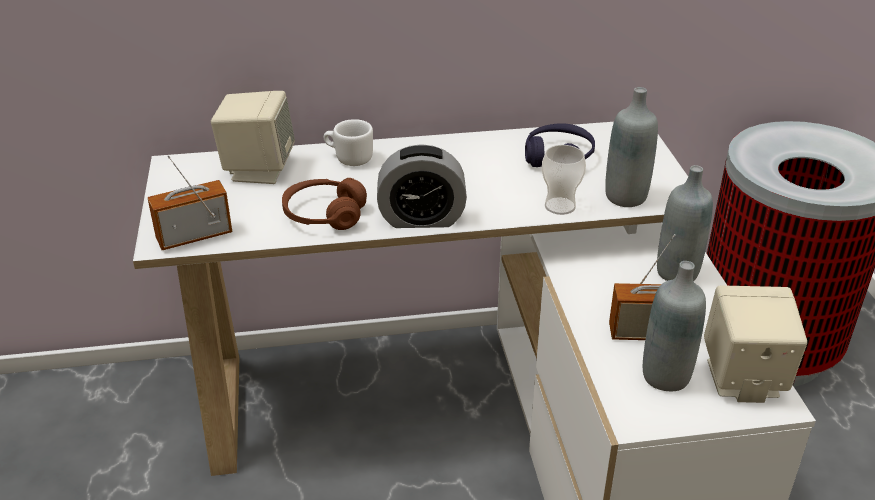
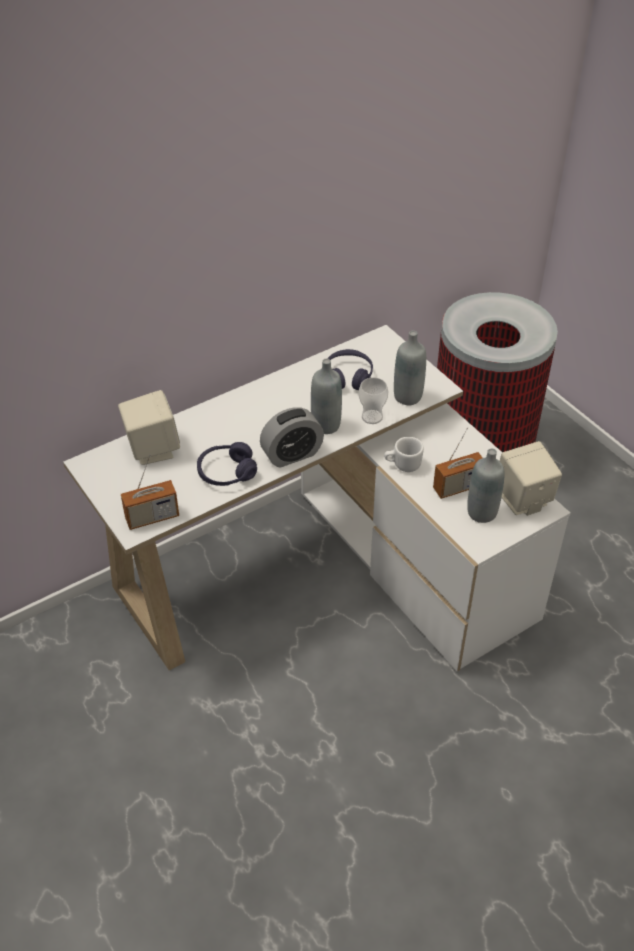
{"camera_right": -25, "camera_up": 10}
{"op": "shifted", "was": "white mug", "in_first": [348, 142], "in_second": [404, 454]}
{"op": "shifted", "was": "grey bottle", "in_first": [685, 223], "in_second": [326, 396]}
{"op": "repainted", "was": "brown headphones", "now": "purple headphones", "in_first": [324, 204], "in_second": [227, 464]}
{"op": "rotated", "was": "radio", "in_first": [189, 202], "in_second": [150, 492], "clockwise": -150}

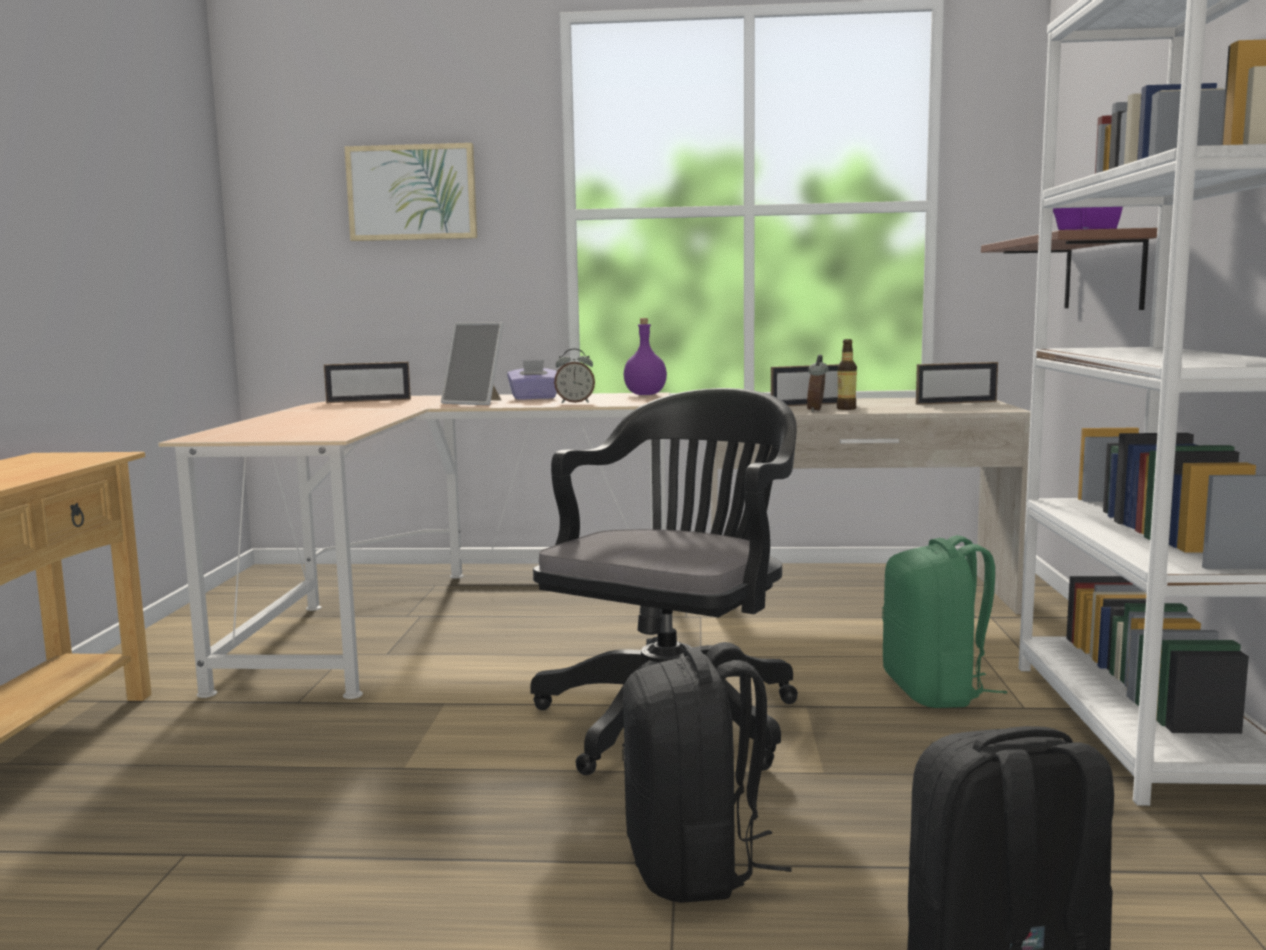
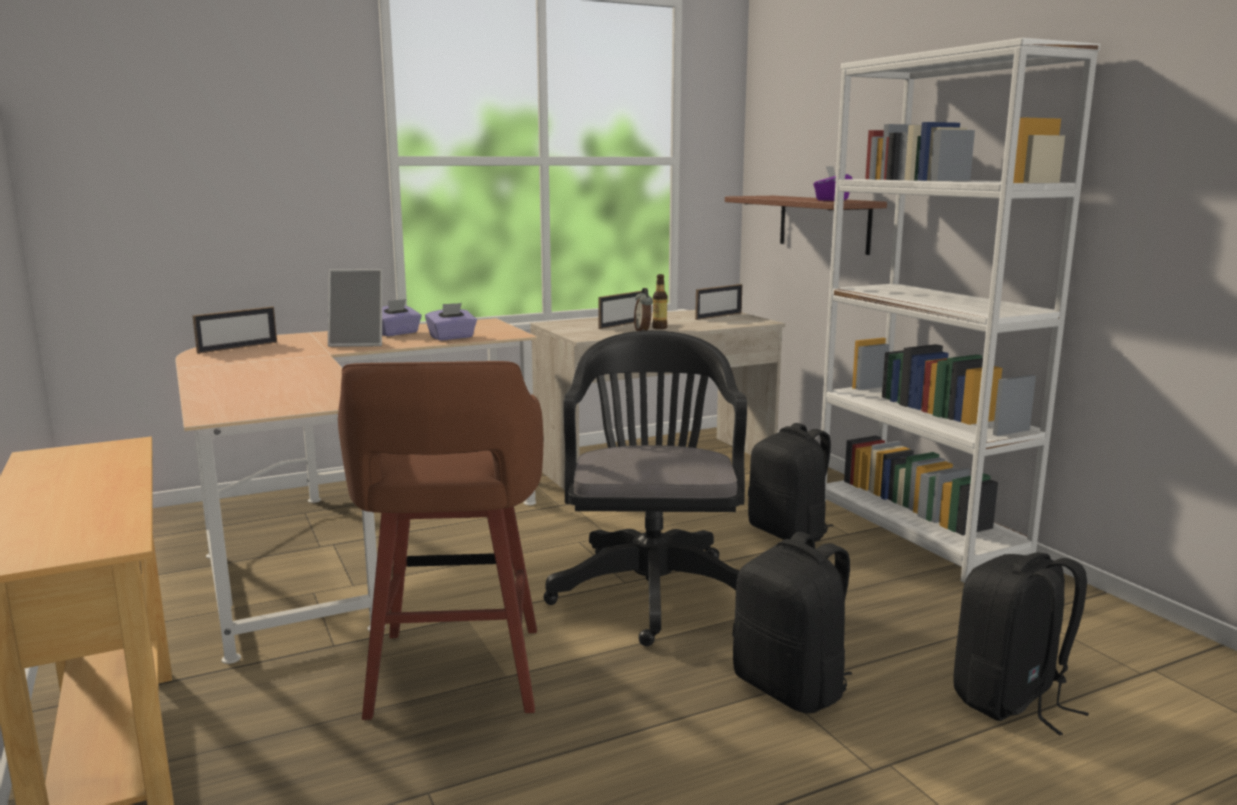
{"camera_right": -30, "camera_up": 5}
{"op": "gone", "was": "picture", "in_first": [410, 192]}
{"op": "gone", "was": "purple bottle", "in_first": [645, 356]}
{"op": "new", "now": "brown stool", "in_second": [441, 540]}
{"op": "swapped", "was": "alarm clock", "now": "purple tissue box", "in_first": [574, 375], "in_second": [451, 321]}
{"op": "repainted", "was": "green backpack", "now": "black backpack", "in_first": [944, 621], "in_second": [791, 482]}

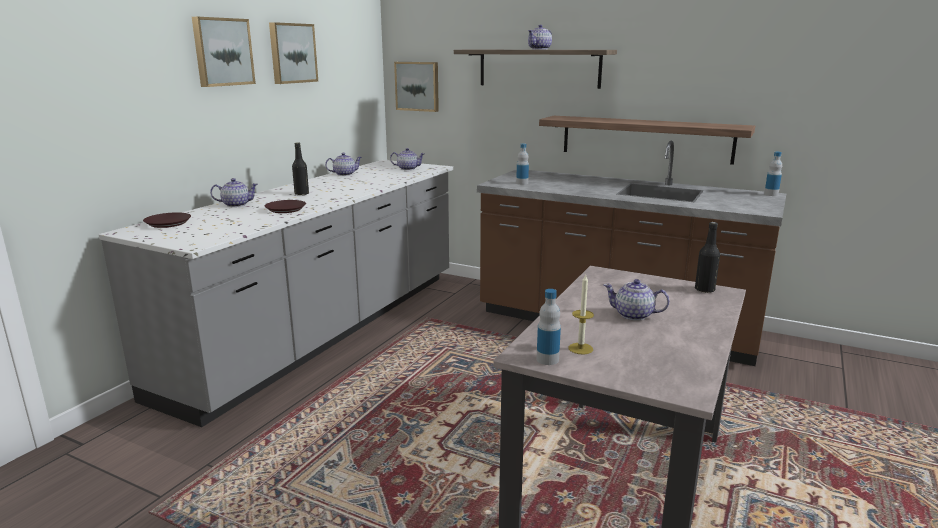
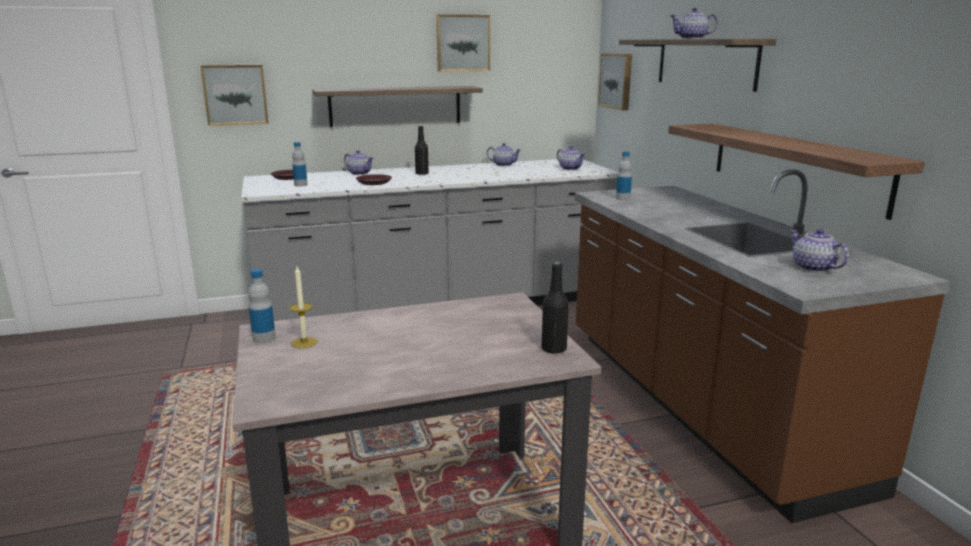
{"camera_right": 45, "camera_up": 0}
{"op": "new", "now": "shelf", "in_second": [397, 106]}
{"op": "shifted", "was": "picture", "in_first": [224, 52], "in_second": [234, 95]}
{"op": "shifted", "was": "teapot", "in_first": [637, 300], "in_second": [819, 250]}
{"op": "shifted", "was": "bottle", "in_first": [773, 174], "in_second": [300, 164]}

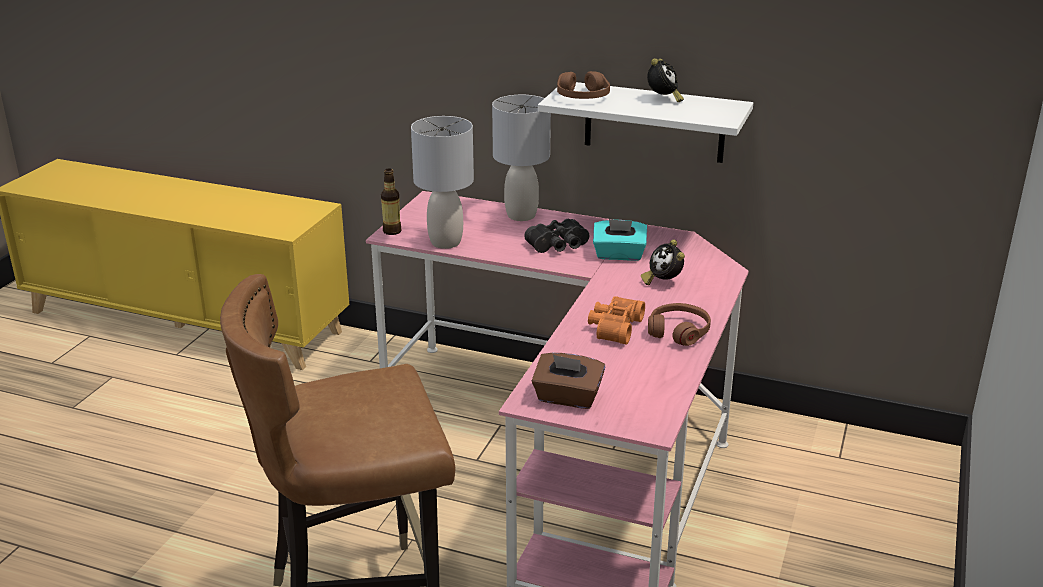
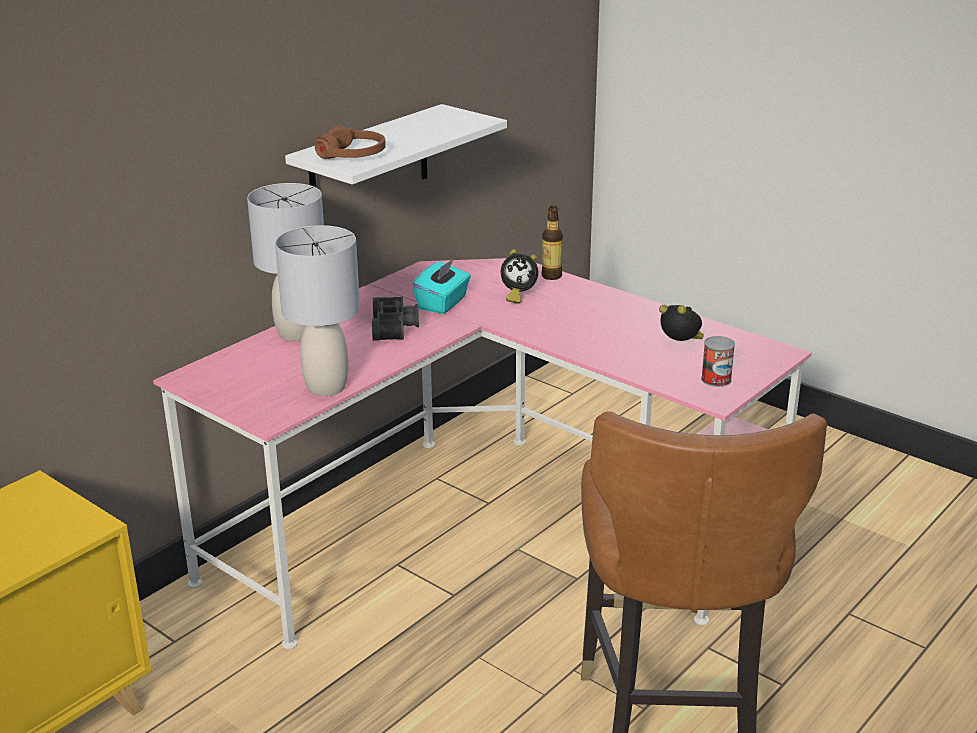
{"camera_right": -70, "camera_up": 0}
{"op": "gone", "was": "orange binoculars", "in_first": [616, 320]}
{"op": "gone", "was": "brown headphones", "in_first": [679, 324]}
{"op": "shifted", "was": "bottle", "in_first": [391, 202], "in_second": [552, 243]}
{"op": "shifted", "was": "alarm clock", "in_first": [665, 80], "in_second": [681, 323]}
{"op": "swapped", "was": "brown tissue box", "now": "can", "in_first": [568, 381], "in_second": [718, 361]}

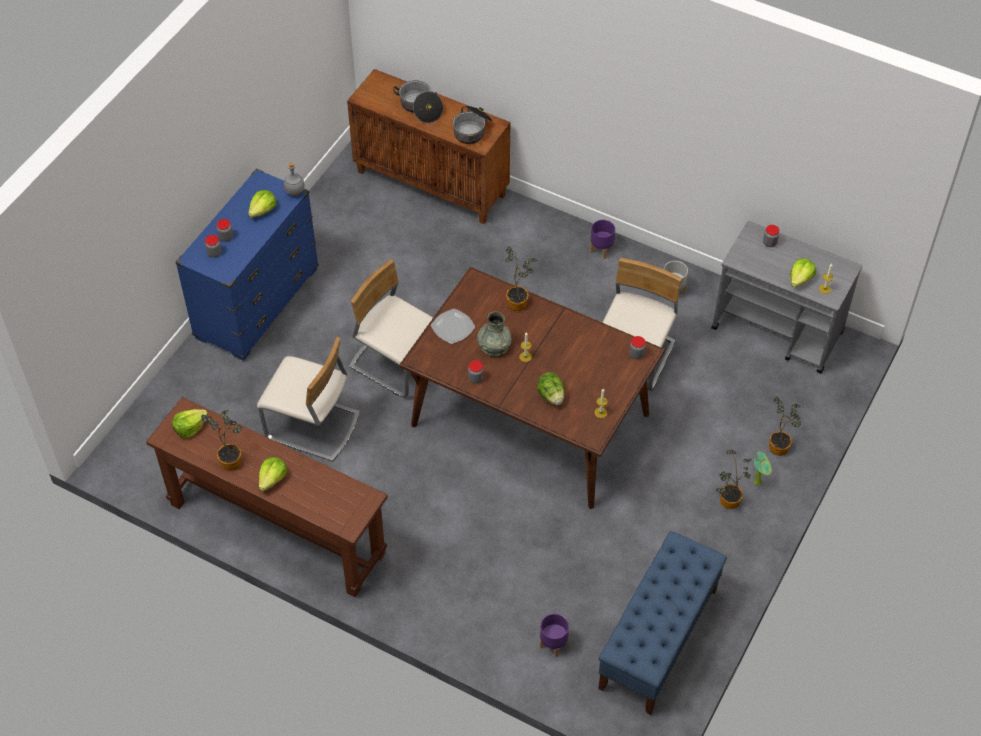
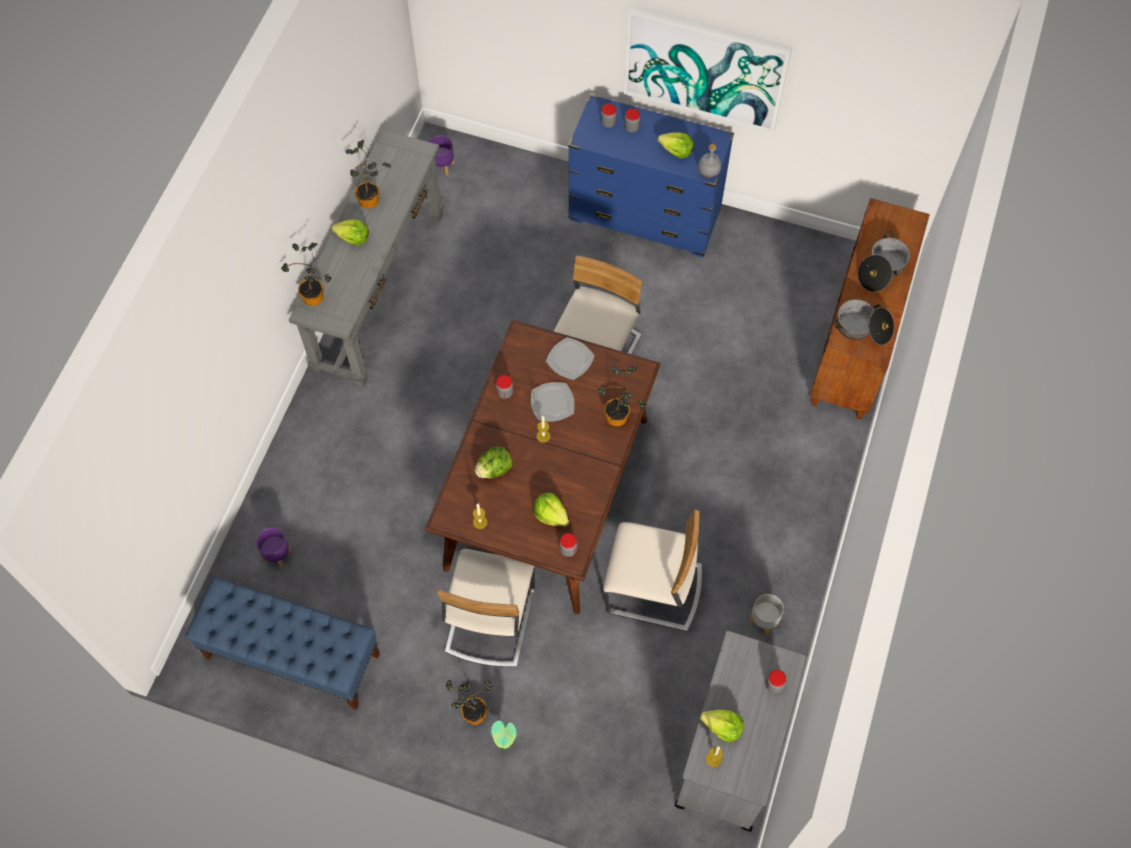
{"camera_right": 80, "camera_up": 10}
{"op": "new", "now": "picture", "in_second": [708, 69]}
{"op": "shifted", "was": "lettuce", "in_first": [190, 423], "in_second": [551, 510]}
{"op": "shifted", "was": "beige chair", "in_first": [308, 399], "in_second": [486, 608]}
{"op": "shifted", "was": "purple planter", "in_first": [602, 239], "in_second": [441, 155]}
{"op": "shifted", "was": "potted plant", "in_first": [785, 426], "in_second": [306, 274]}
{"op": "swapped", "was": "grey vase", "now": "plate", "in_first": [494, 334], "in_second": [552, 401]}
{"op": "repainted", "was": "brown console table", "now": "grey console table", "in_first": [267, 497], "in_second": [366, 258]}

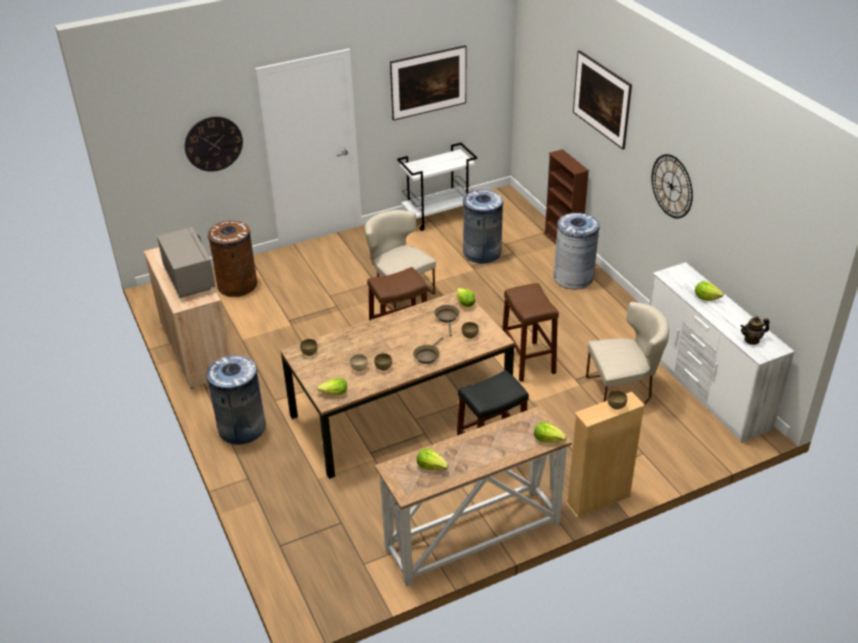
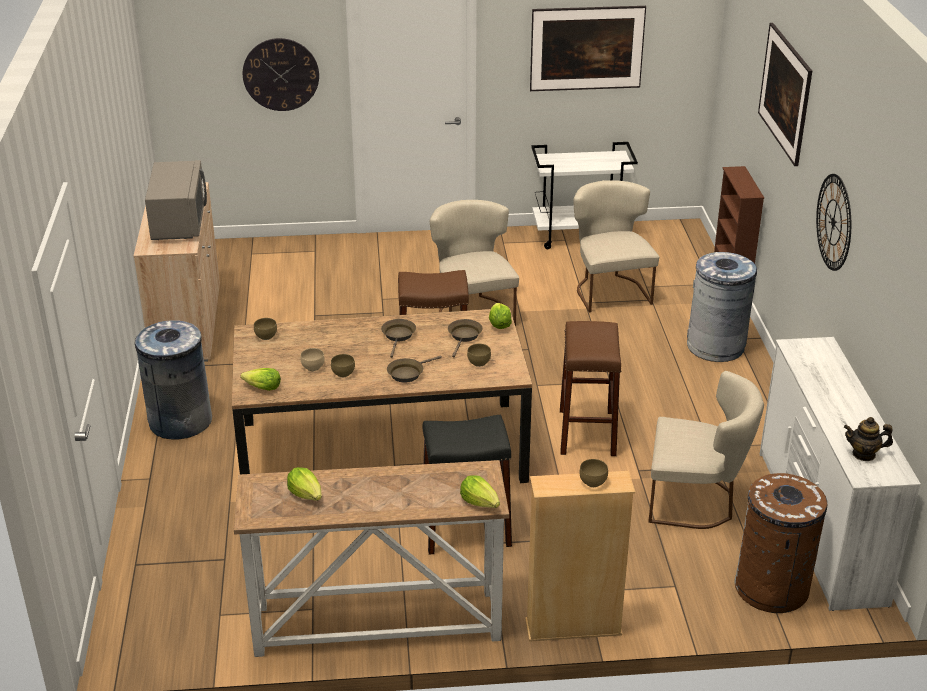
{"camera_right": 20, "camera_up": -5}
{"op": "gone", "was": "lettuce", "in_first": [709, 291]}
{"op": "new", "now": "brown frying pan", "in_second": [398, 338]}
{"op": "shifted", "was": "brown trash can", "in_first": [232, 259], "in_second": [781, 543]}
{"op": "swapped", "was": "grey trash can", "now": "beige chair", "in_first": [483, 227], "in_second": [616, 246]}

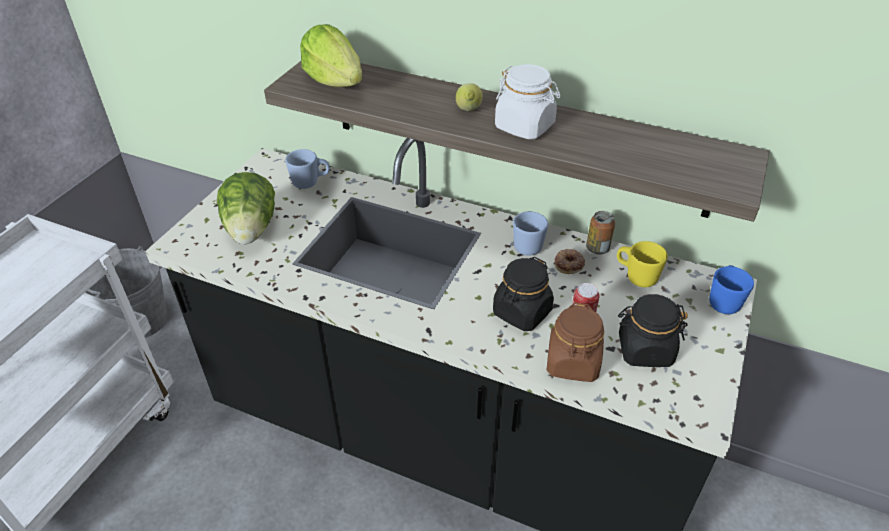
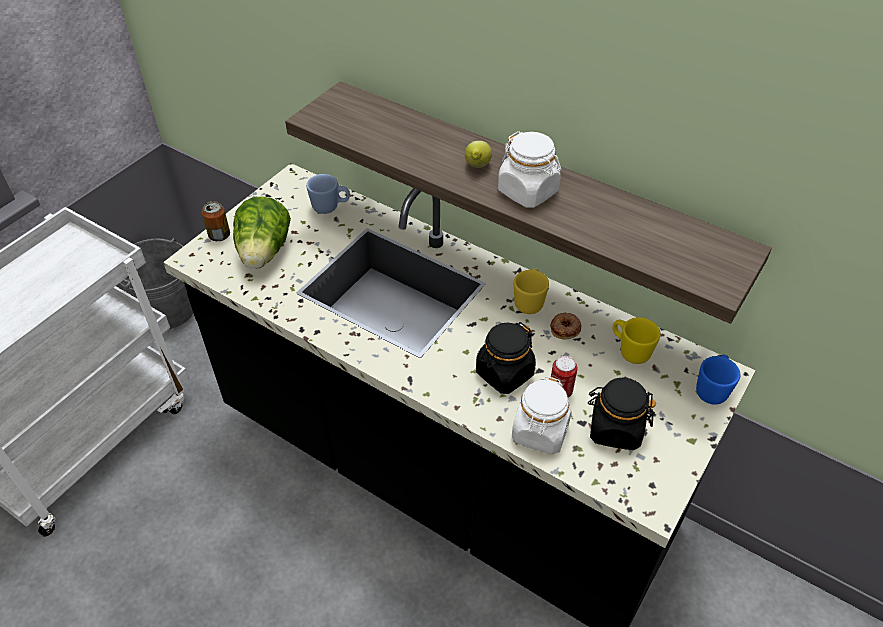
{"camera_right": 10, "camera_up": 5}
{"op": "gone", "was": "lettuce", "in_first": [331, 55]}
{"op": "shifted", "was": "can", "in_first": [600, 233], "in_second": [216, 221]}
{"op": "repainted", "was": "blue mug", "now": "yellow mug", "in_first": [530, 233], "in_second": [531, 291]}
{"op": "repainted", "was": "brown jar", "now": "white jar", "in_first": [575, 342], "in_second": [542, 415]}

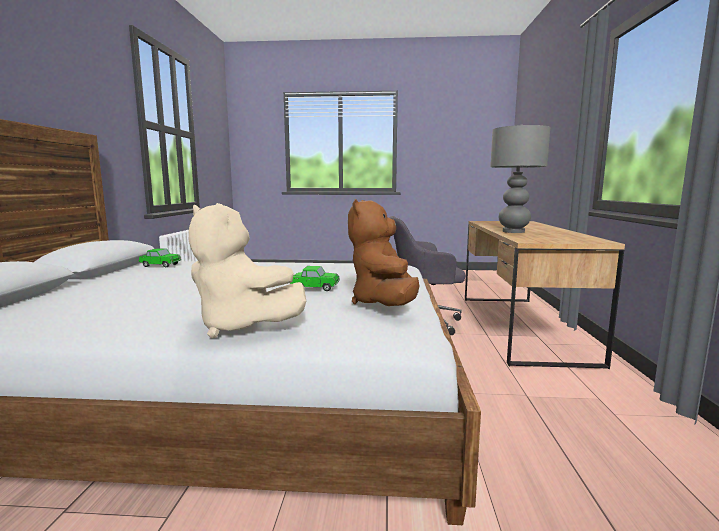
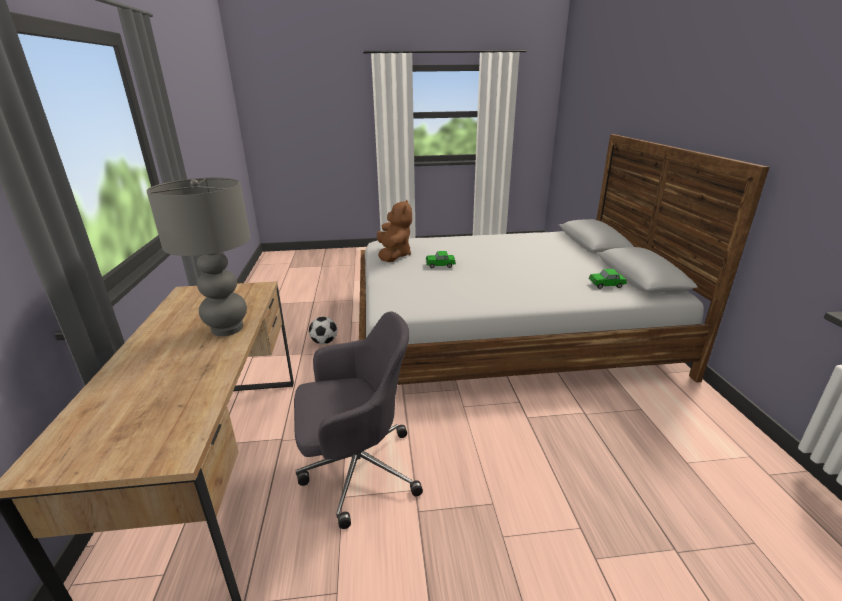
{"camera_right": 170, "camera_up": 15}
{"op": "gone", "was": "beige plush toy", "in_first": [247, 270]}
{"op": "new", "now": "football", "in_second": [323, 330]}

